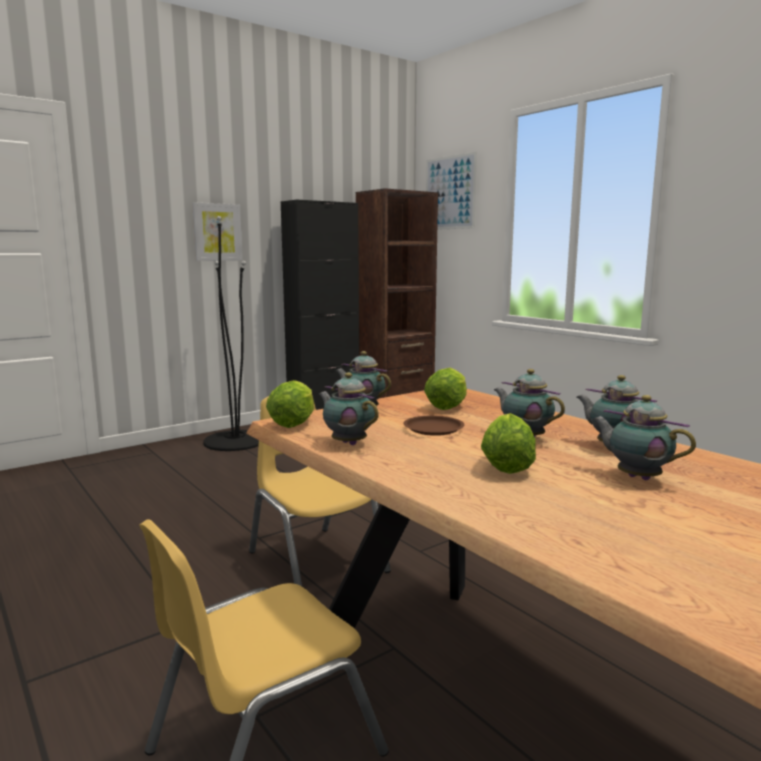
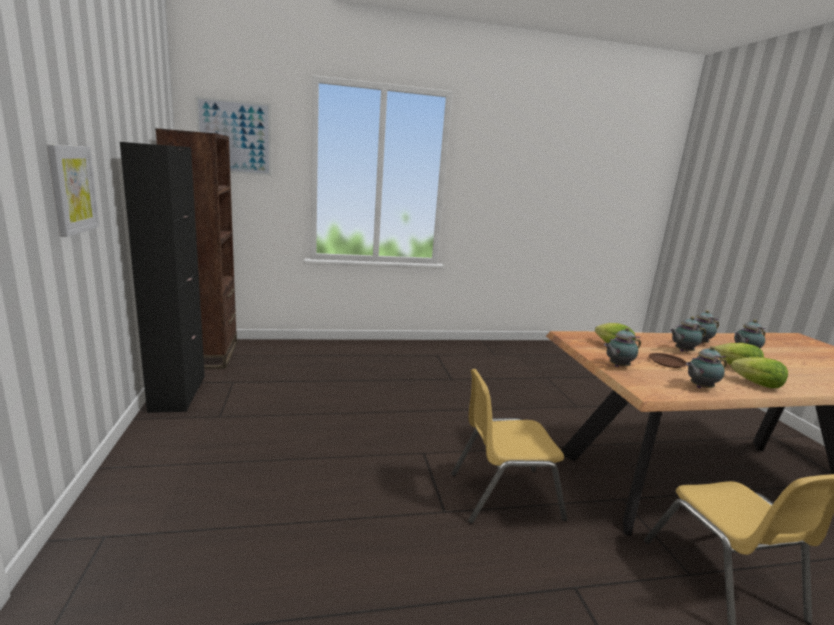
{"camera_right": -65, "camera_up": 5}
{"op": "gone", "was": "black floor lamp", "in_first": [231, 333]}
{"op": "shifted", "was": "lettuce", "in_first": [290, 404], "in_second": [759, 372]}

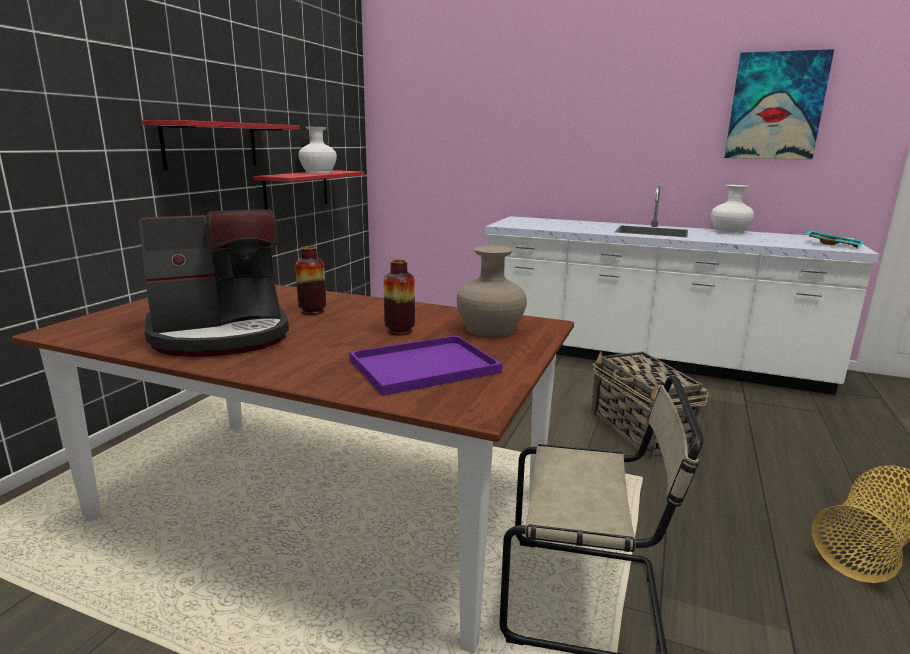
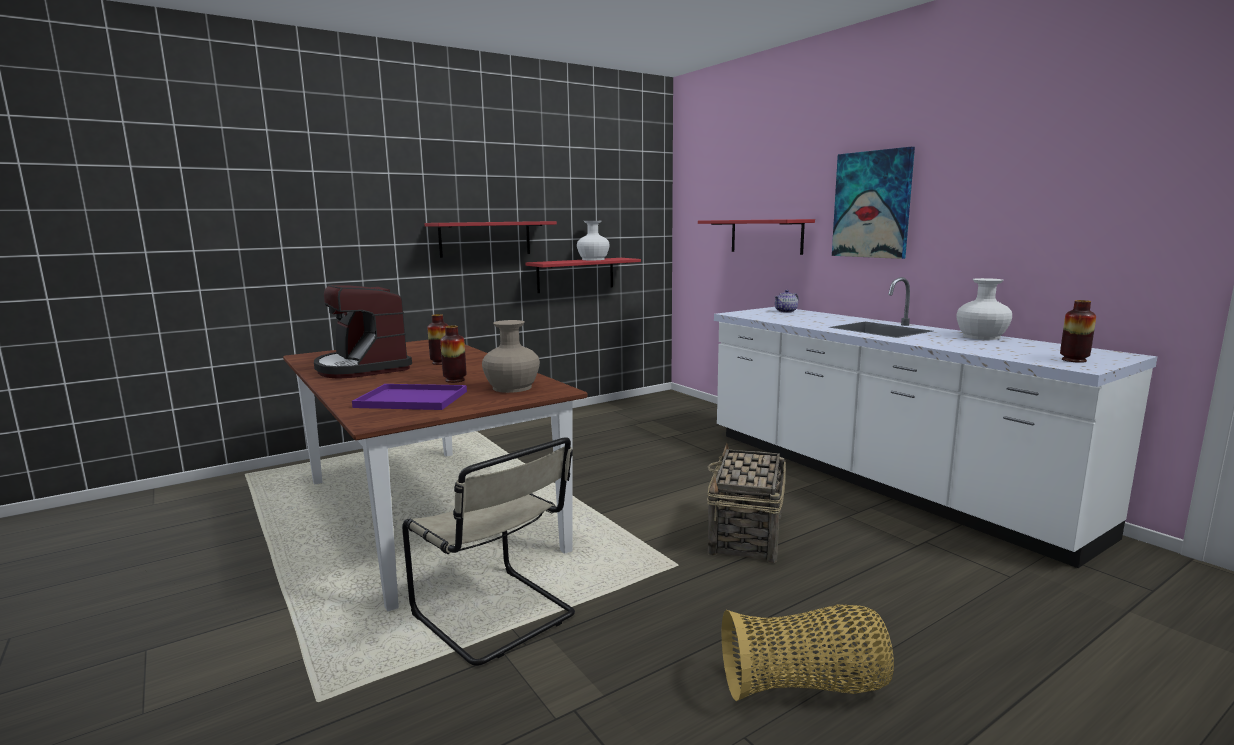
{"camera_right": 35, "camera_up": -5}
{"op": "new", "now": "red shelf", "in_second": [756, 237]}
{"op": "new", "now": "teapot", "in_second": [786, 301]}
{"op": "shifted", "was": "picture", "in_first": [779, 104], "in_second": [873, 203]}
{"op": "swapped", "was": "turquoise tray", "now": "vase", "in_first": [835, 239], "in_second": [1078, 331]}
{"op": "rotated", "was": "coffee machine", "in_first": [213, 283], "in_second": [363, 332], "clockwise": 45}

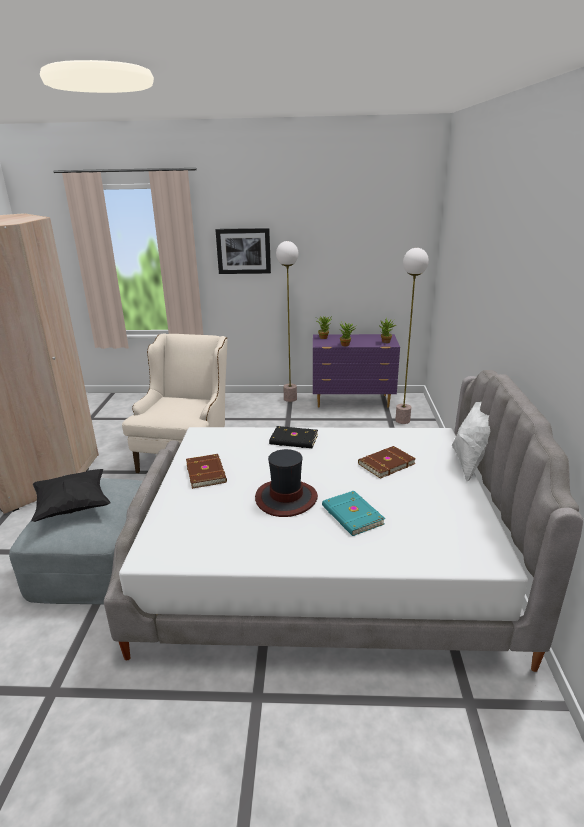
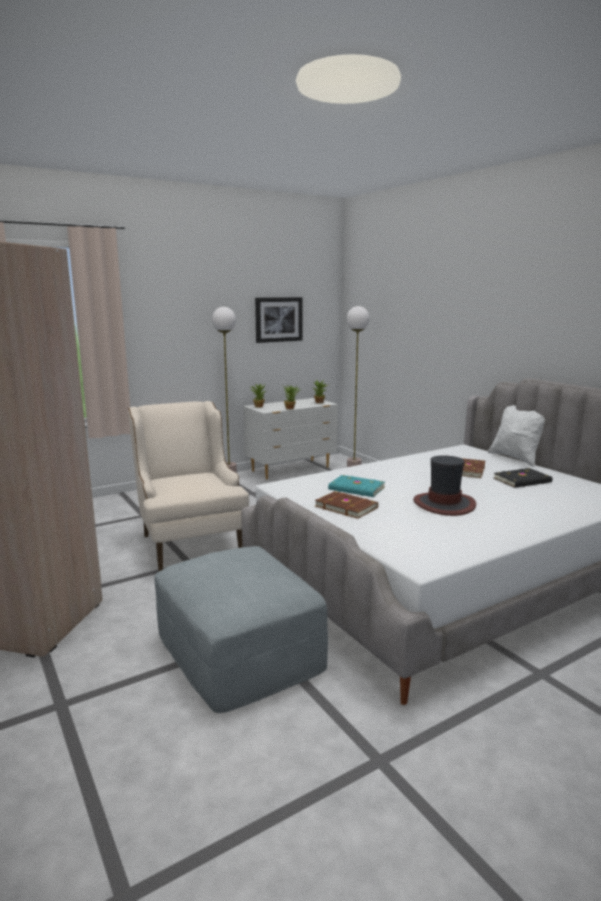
{"camera_right": -35, "camera_up": -10}
{"op": "gone", "was": "black pillow", "in_first": [71, 495]}
{"op": "shifted", "was": "picture", "in_first": [243, 251], "in_second": [279, 320]}
{"op": "shifted", "was": "black book", "in_first": [293, 437], "in_second": [523, 478]}
{"op": "shifted", "was": "turquoise book", "in_first": [353, 513], "in_second": [356, 486]}
{"op": "repainted", "was": "purple dresser", "now": "white dresser", "in_first": [356, 370], "in_second": [290, 439]}

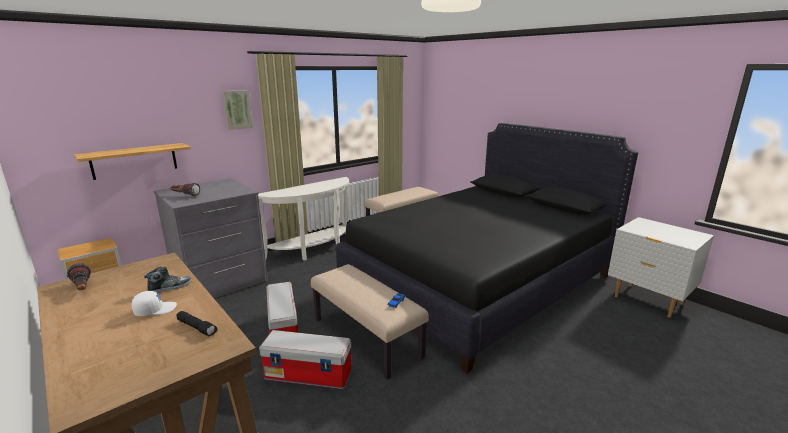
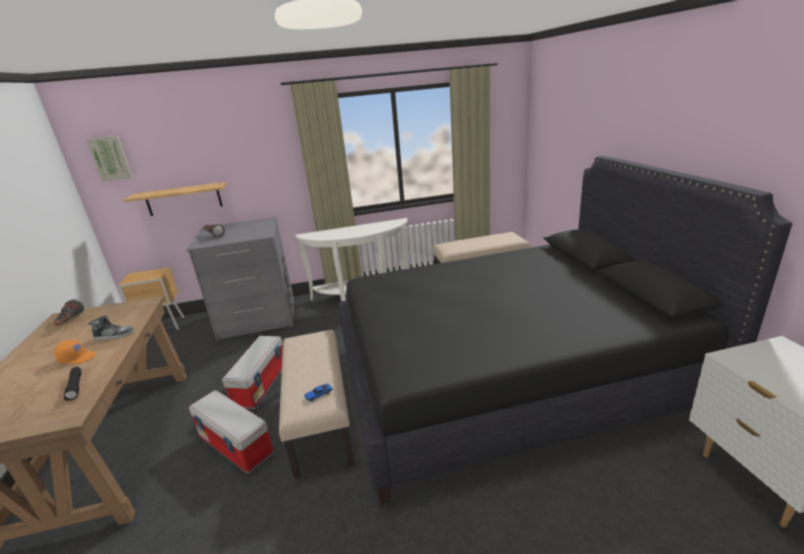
{"camera_right": 30, "camera_up": 5}
{"op": "shifted", "was": "picture", "in_first": [237, 110], "in_second": [109, 159]}
{"op": "repainted", "was": "white cap", "now": "orange cap", "in_first": [154, 303], "in_second": [75, 352]}

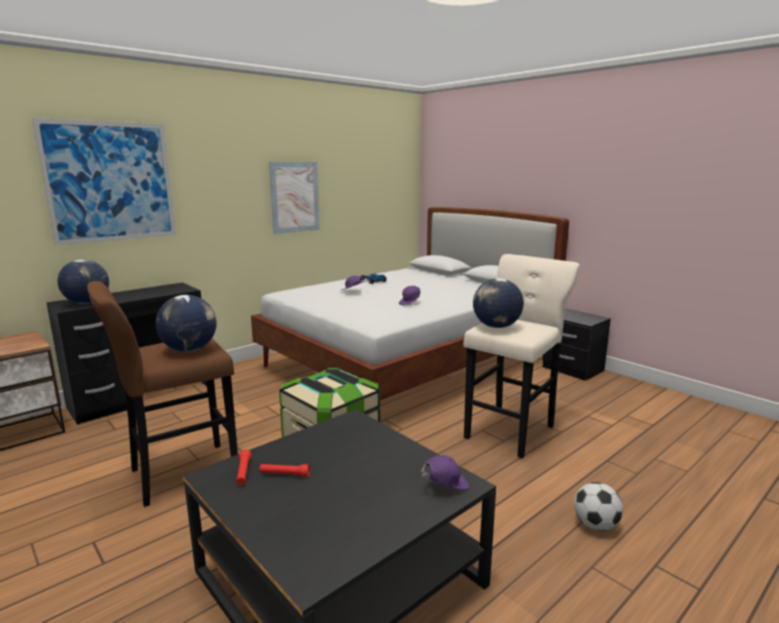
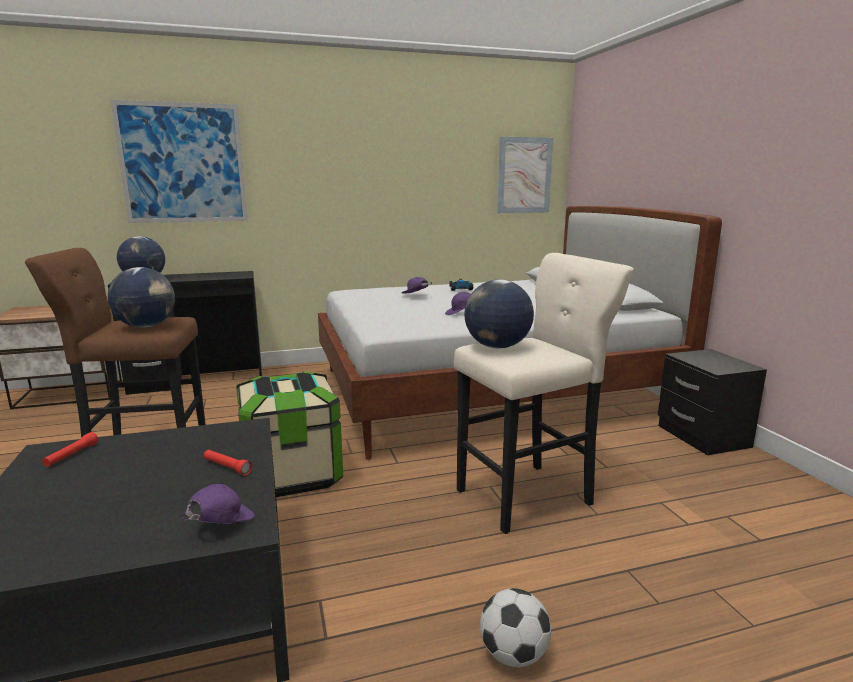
{"camera_right": 25, "camera_up": 0}
{"op": "shifted", "was": "red flashlight", "in_first": [284, 470], "in_second": [228, 462]}
{"op": "shifted", "was": "picture", "in_first": [294, 198], "in_second": [525, 175]}
{"op": "rotated", "was": "purple cap", "in_first": [443, 472], "in_second": [218, 504], "clockwise": -60}

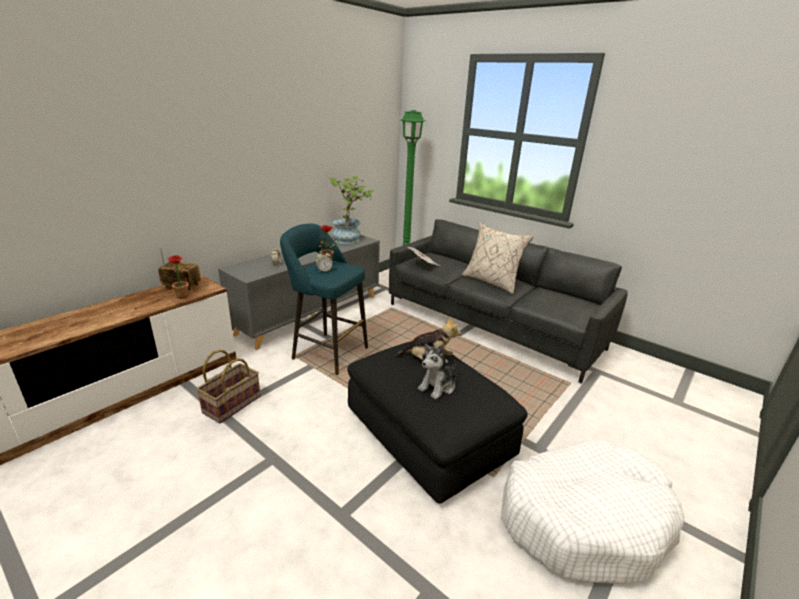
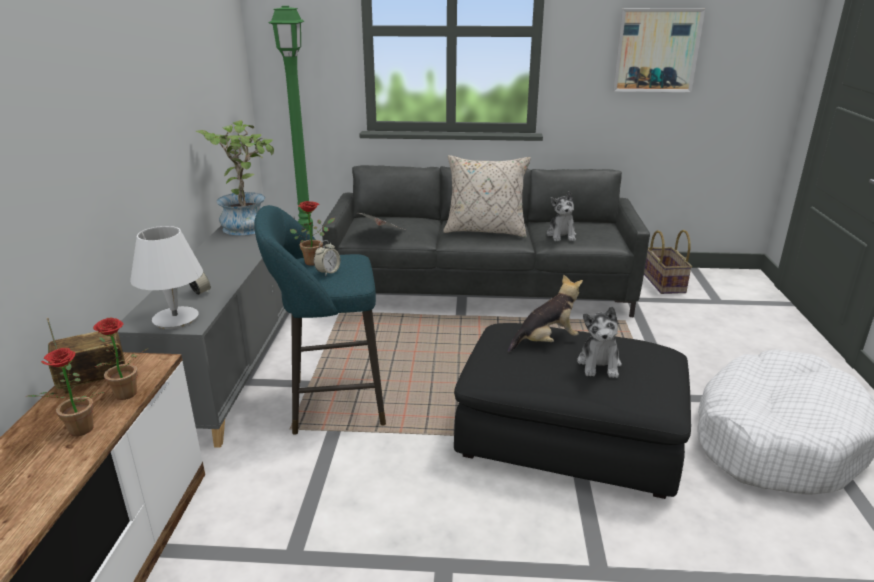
{"camera_right": -35, "camera_up": 0}
{"op": "new", "now": "potted plant", "in_second": [66, 392]}
{"op": "new", "now": "white table lamp", "in_second": [166, 277]}
{"op": "new", "now": "plush toy", "in_second": [561, 216]}
{"op": "new", "now": "picture", "in_second": [659, 50]}
{"op": "shifted", "was": "basket", "in_first": [228, 386], "in_second": [668, 262]}

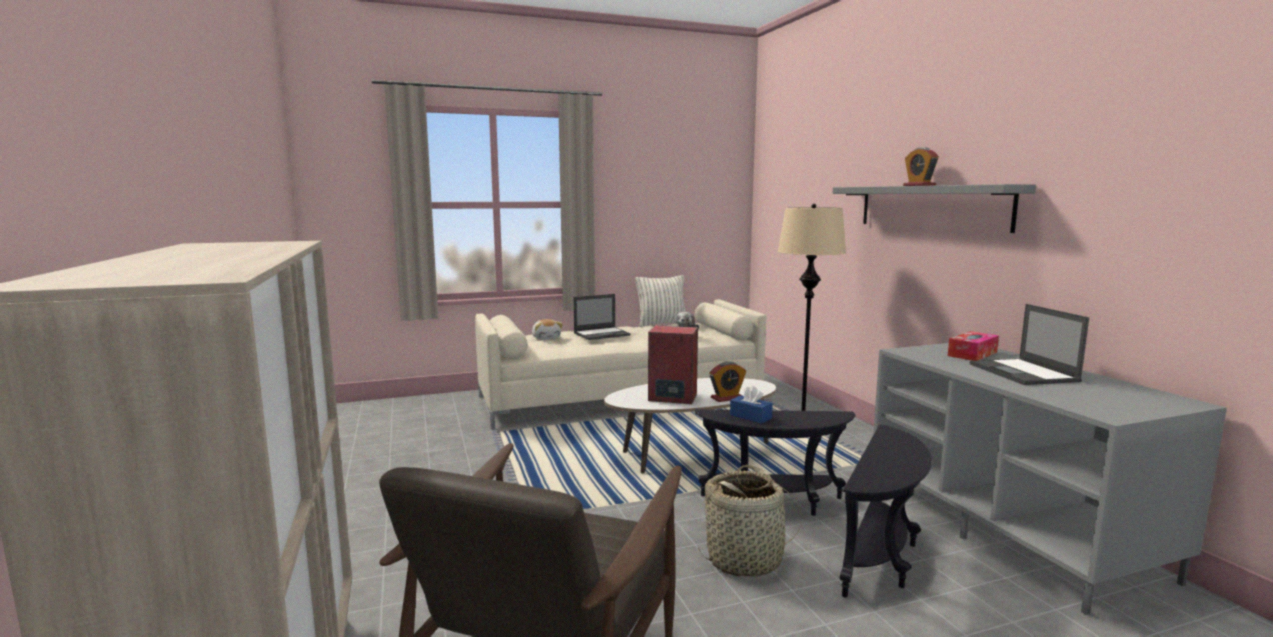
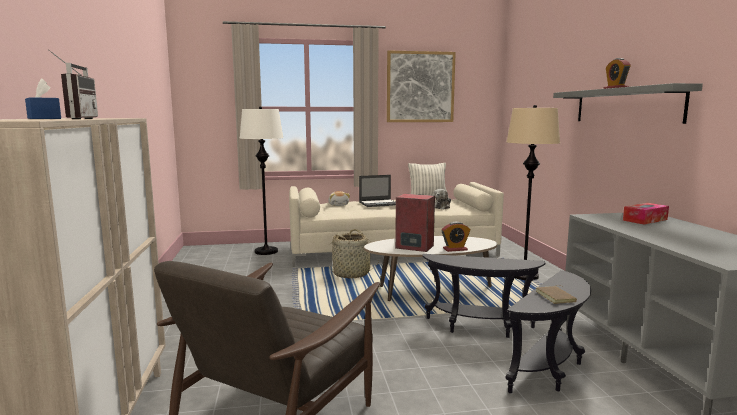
{"camera_right": 10, "camera_up": 0}
{"op": "gone", "was": "laptop", "in_first": [1029, 344]}
{"op": "new", "now": "radio", "in_second": [73, 84]}
{"op": "new", "now": "white floor lamp", "in_second": [262, 180]}
{"op": "new", "now": "picture", "in_second": [421, 86]}
{"op": "new", "now": "brown book", "in_second": [556, 294]}
{"op": "shifted", "was": "basket", "in_first": [750, 521], "in_second": [354, 253]}
{"op": "shifted", "was": "blue tissue box", "in_first": [751, 404], "in_second": [43, 98]}

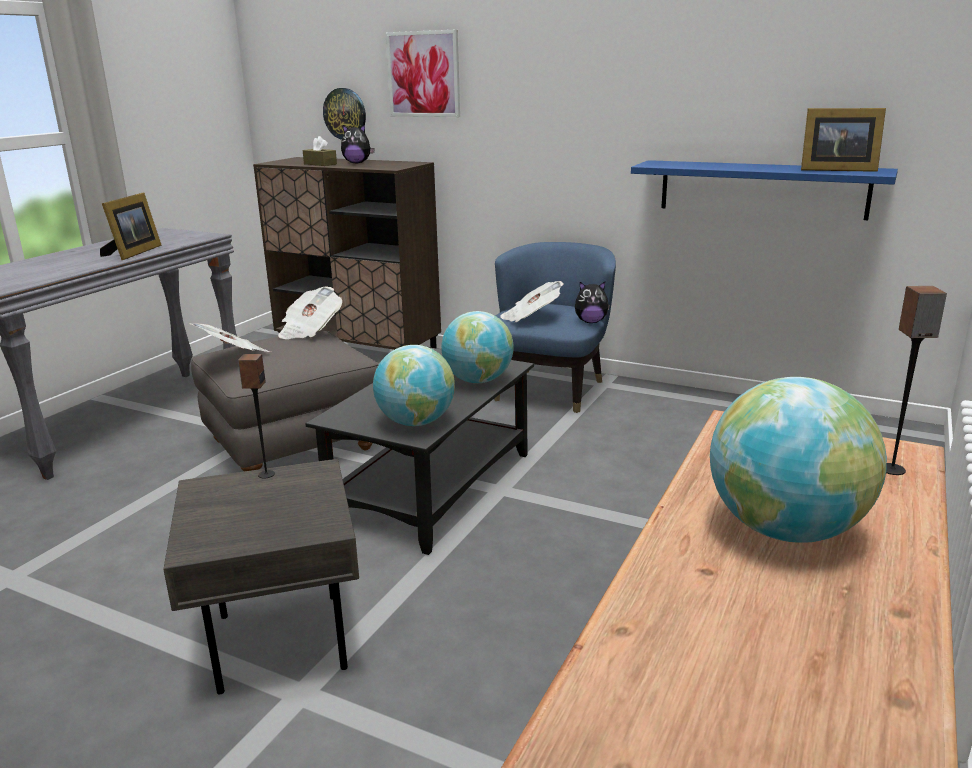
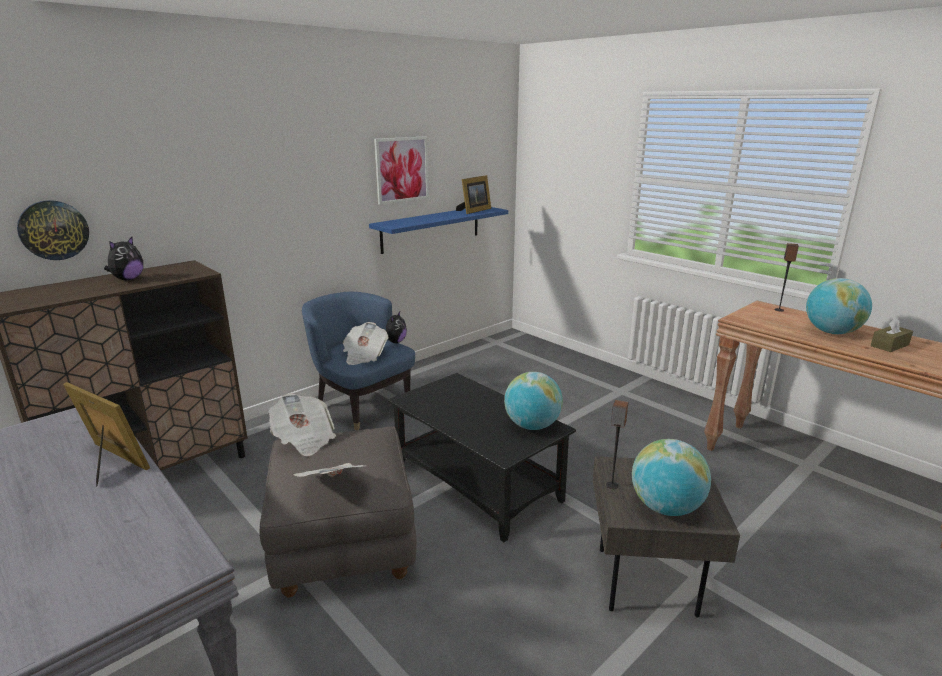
{"camera_right": -70, "camera_up": 0}
{"op": "shifted", "was": "brown tissue box", "in_first": [320, 151], "in_second": [892, 334]}
{"op": "shifted", "was": "picture", "in_first": [422, 73], "in_second": [401, 170]}
{"op": "shifted", "was": "globe", "in_first": [477, 347], "in_second": [671, 477]}

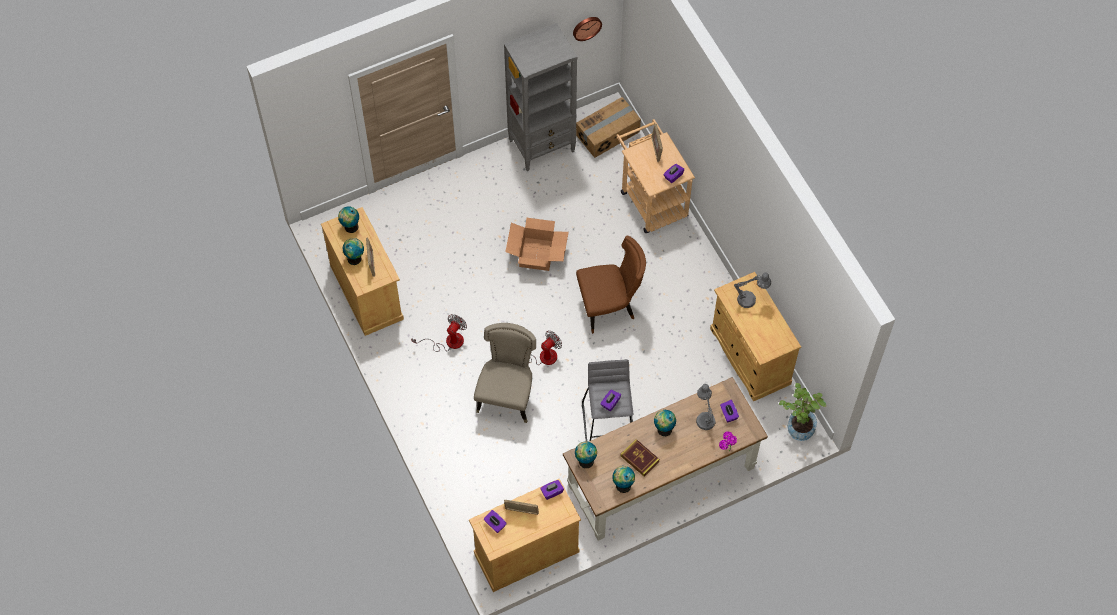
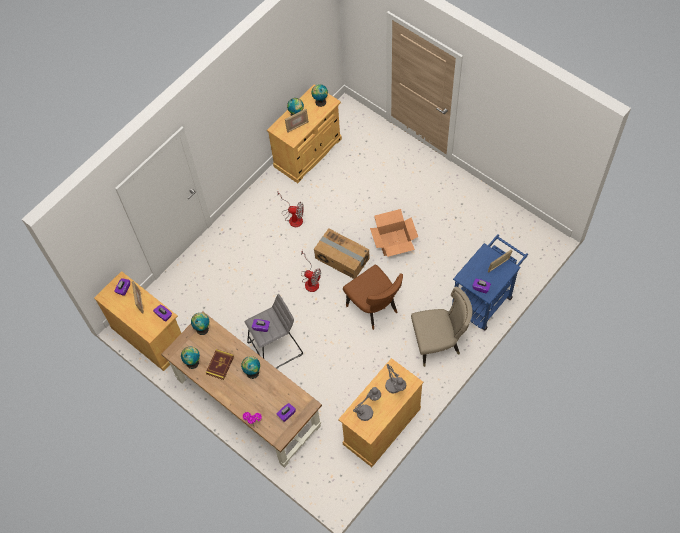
{"camera_right": 70, "camera_up": 0}
{"op": "gone", "was": "grey bookcase", "in_first": [540, 97]}
{"op": "gone", "was": "wall clock", "in_first": [587, 29]}
{"op": "gone", "was": "potted plant", "in_first": [803, 412]}
{"op": "shifted", "was": "beige chair", "in_first": [505, 373], "in_second": [442, 326]}
{"op": "shifted", "was": "cardboard box", "in_first": [608, 127], "in_second": [341, 253]}
{"op": "shifted", "was": "grey table lamp", "in_first": [706, 407], "in_second": [367, 404]}
{"op": "repainted", "was": "beige cart", "now": "blue cart", "in_first": [655, 176], "in_second": [490, 282]}

